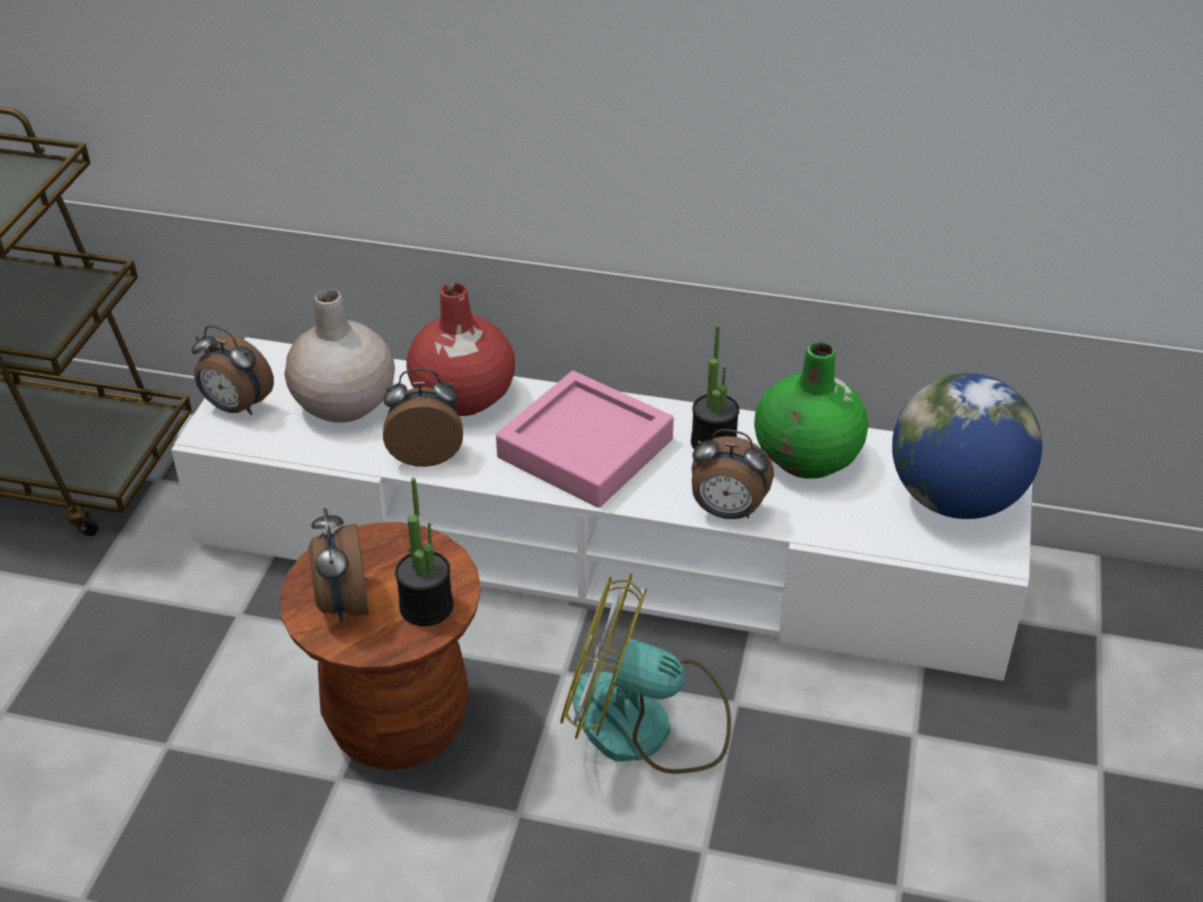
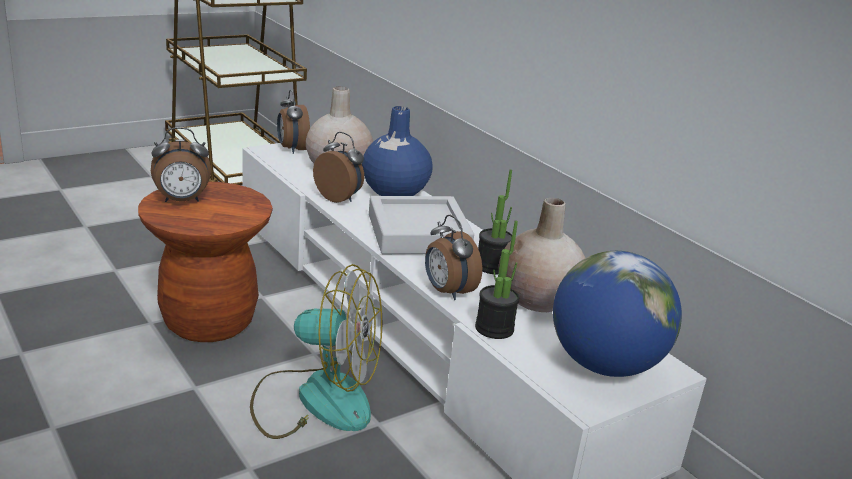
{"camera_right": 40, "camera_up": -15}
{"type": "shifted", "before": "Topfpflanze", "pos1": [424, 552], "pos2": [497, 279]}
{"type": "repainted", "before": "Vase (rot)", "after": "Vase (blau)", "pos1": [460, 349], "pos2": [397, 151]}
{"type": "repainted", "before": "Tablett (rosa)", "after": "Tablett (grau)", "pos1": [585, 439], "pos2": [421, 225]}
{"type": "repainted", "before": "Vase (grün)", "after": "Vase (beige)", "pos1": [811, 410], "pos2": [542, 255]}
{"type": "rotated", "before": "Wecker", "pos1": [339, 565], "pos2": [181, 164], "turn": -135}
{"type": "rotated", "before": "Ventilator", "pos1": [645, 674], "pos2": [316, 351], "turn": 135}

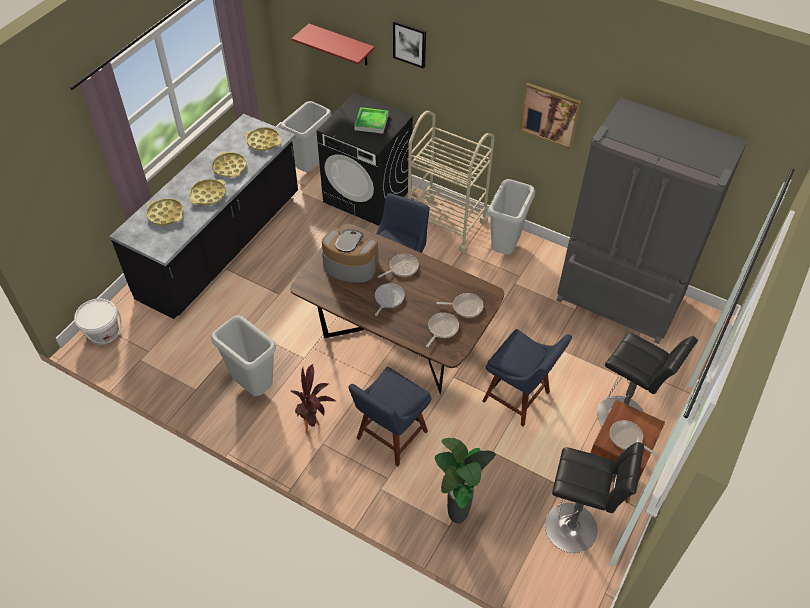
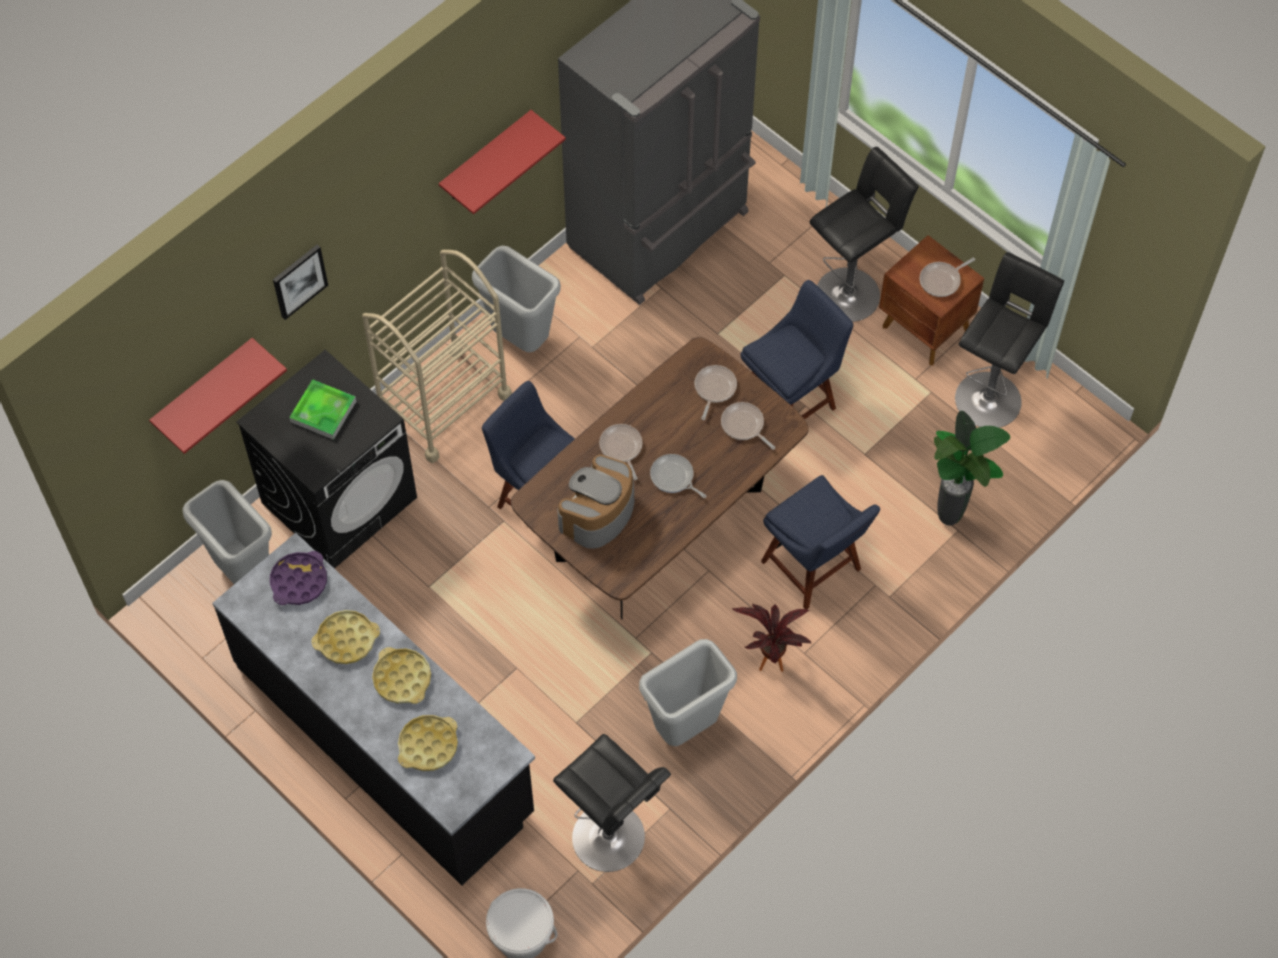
{"camera_right": -75, "camera_up": 10}
{"type": "new", "after": "Hocker (schwarz)", "pos2": [612, 803]}
{"type": "swapped", "before": "Bild", "after": "Wandregal (rot)", "pos1": [550, 116], "pos2": [502, 162]}
{"type": "repainted", "before": "Tablett (gelb)", "after": "Tablett (lila)", "pos1": [263, 139], "pos2": [298, 578]}

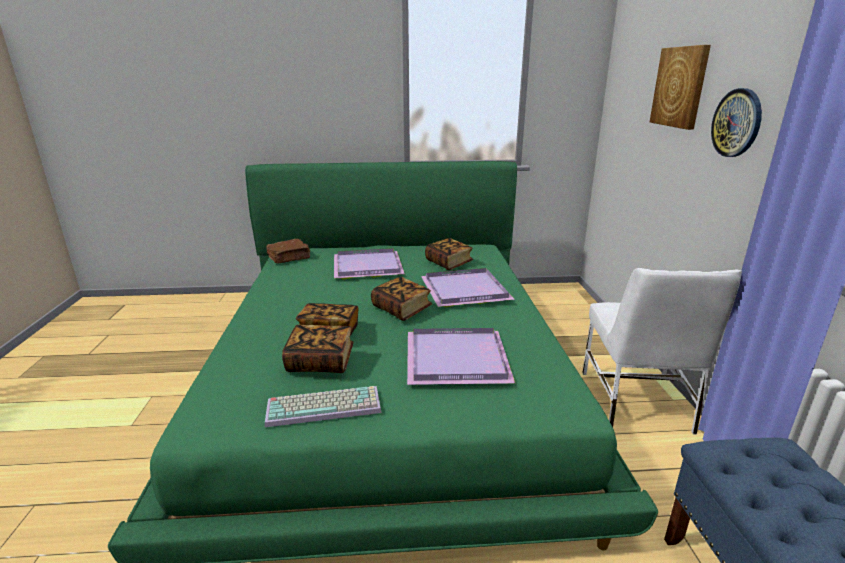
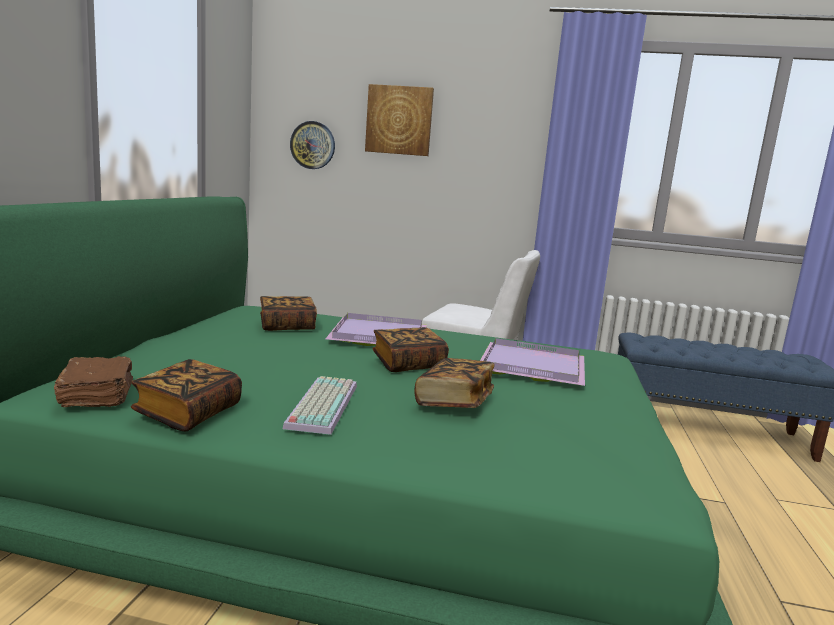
{"camera_right": -75, "camera_up": -10}
{"type": "gone", "before": "Tablett (lila)", "pos1": [369, 264]}
{"type": "shifted", "before": "Tastatur", "pos1": [323, 406], "pos2": [320, 405]}
{"type": "shifted", "before": "Buch", "pos1": [317, 349], "pos2": [186, 395]}
{"type": "shifted", "before": "Wanduhr", "pos1": [736, 122], "pos2": [312, 145]}

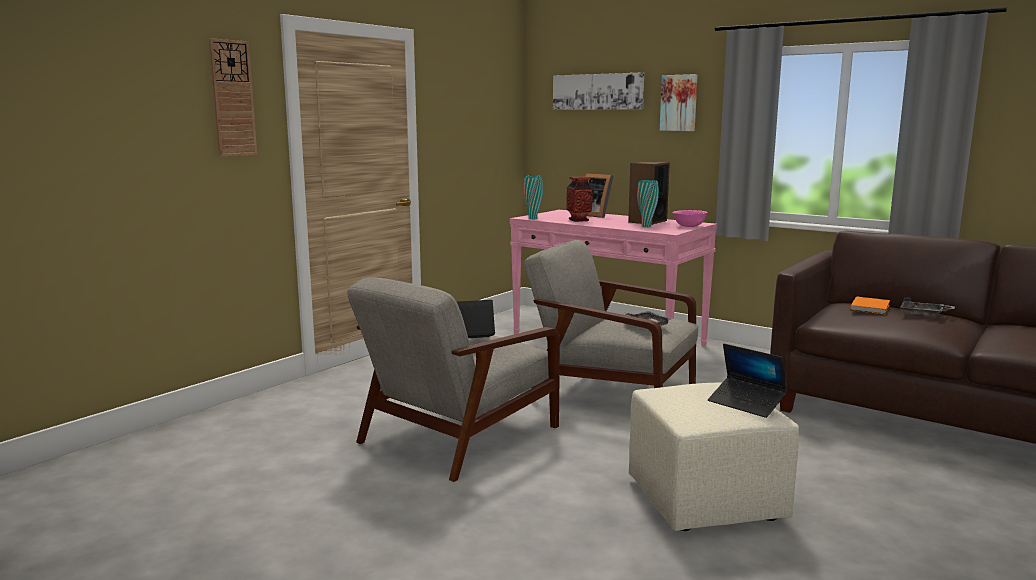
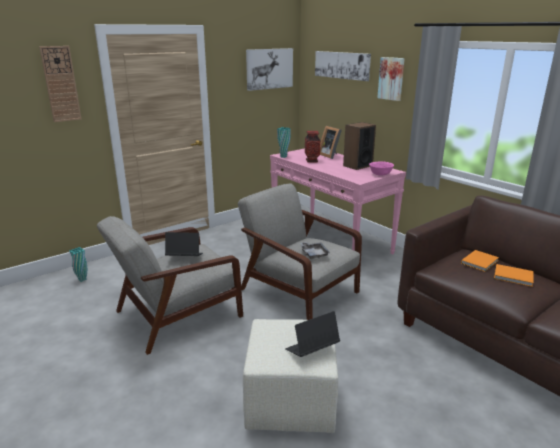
{"camera_right": 15, "camera_up": 10}
{"type": "new", "after": "Bild", "pos2": [269, 69]}
{"type": "shifted", "before": "Vase (türkis)", "pos1": [648, 203], "pos2": [78, 264]}
{"type": "swapped", "before": "Tablett (grau)", "after": "Buch (orange)", "pos1": [927, 307], "pos2": [513, 275]}
{"type": "rotated", "before": "Laptop", "pos1": [747, 381], "pos2": [312, 334], "turn": 90}

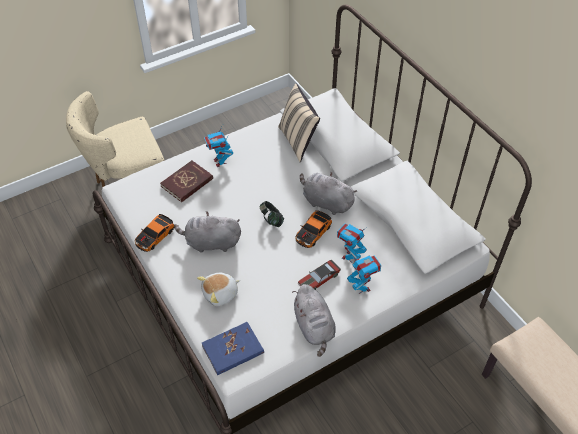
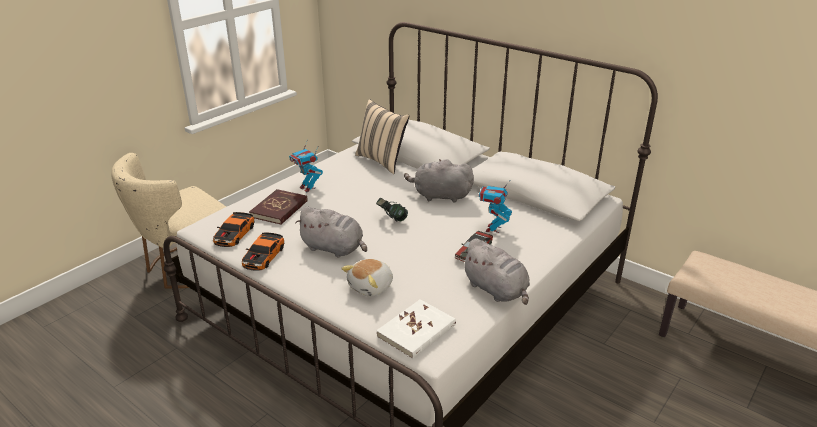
{"camera_right": -20, "camera_up": -20}
{"type": "gone", "before": "Spielzeugroboter", "pos1": [364, 274]}
{"type": "shifted", "before": "Spielzeugauto", "pos1": [313, 229], "pos2": [234, 229]}
{"type": "repainted", "before": "Buch (blau)", "after": "Buch (weiß)", "pos1": [233, 348], "pos2": [416, 329]}
{"type": "rotated", "before": "Plüschtier (grau)", "pos1": [207, 232], "pos2": [331, 232], "turn": -135}

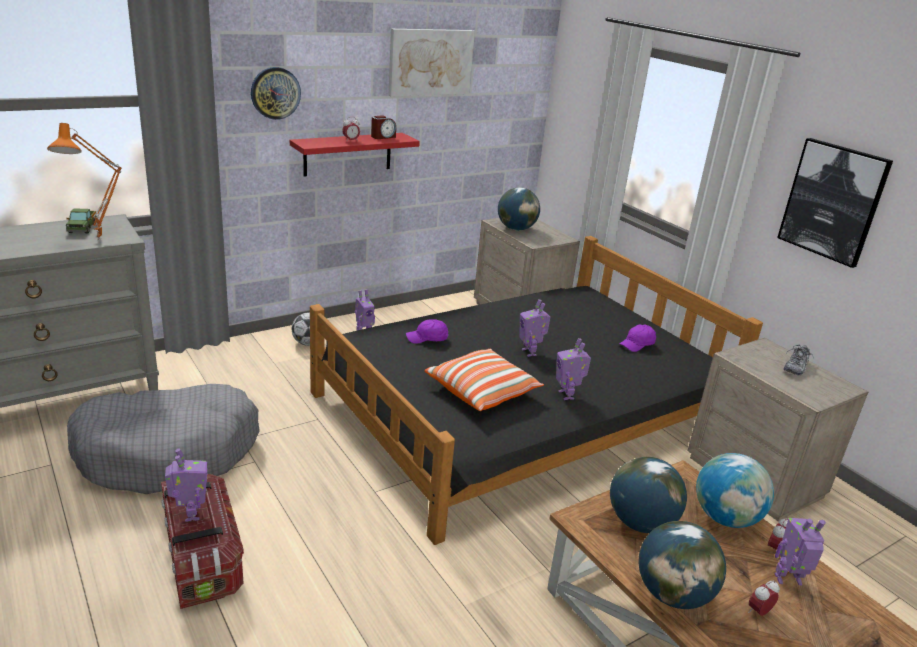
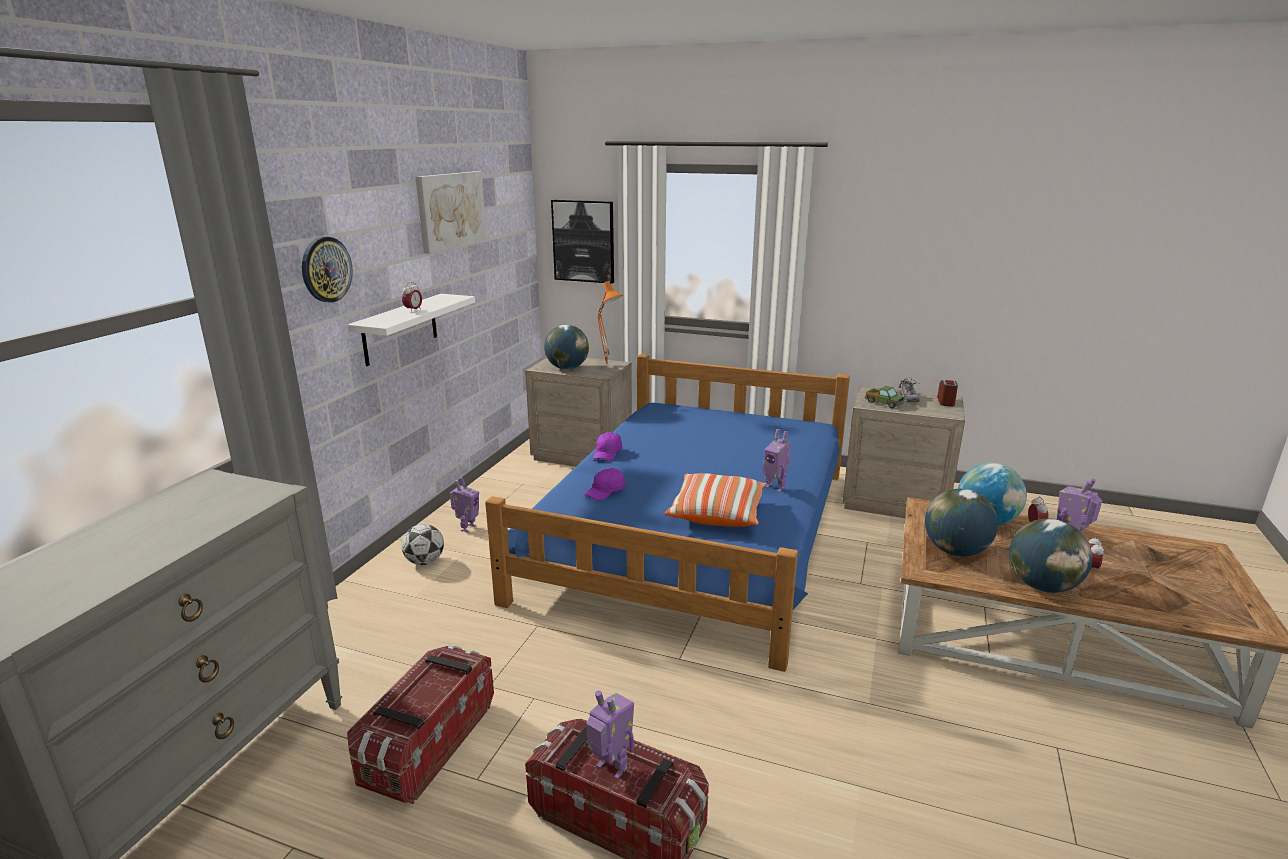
{"camera_right": -35, "camera_up": -5}
{"type": "gone", "before": "Spielzeugroboter", "pos1": [534, 328]}
{"type": "shifted", "before": "Tischlampe (orange)", "pos1": [84, 181], "pos2": [610, 323]}
{"type": "shifted", "before": "Spielzeuglaster", "pos1": [81, 221], "pos2": [885, 397]}
{"type": "shifted", "before": "Wecker", "pos1": [383, 127], "pos2": [947, 393]}
{"type": "shifted", "before": "Kappe (lila)", "pos1": [637, 338], "pos2": [607, 446]}
{"type": "shifted", "before": "Bild", "pos1": [835, 203], "pos2": [582, 242]}
{"type": "swapped", "before": "Hundebett (grau)", "after": "Aufbewahrungsbox", "pos1": [163, 439], "pos2": [420, 724]}
{"type": "repainted", "before": "Wandregal (rot)", "after": "Wandregal (weiß)", "pos1": [355, 155], "pos2": [411, 330]}
{"type": "repainted", "before": "Bett (schwarz)", "after": "Bett (blau)", "pos1": [536, 390], "pos2": [667, 513]}

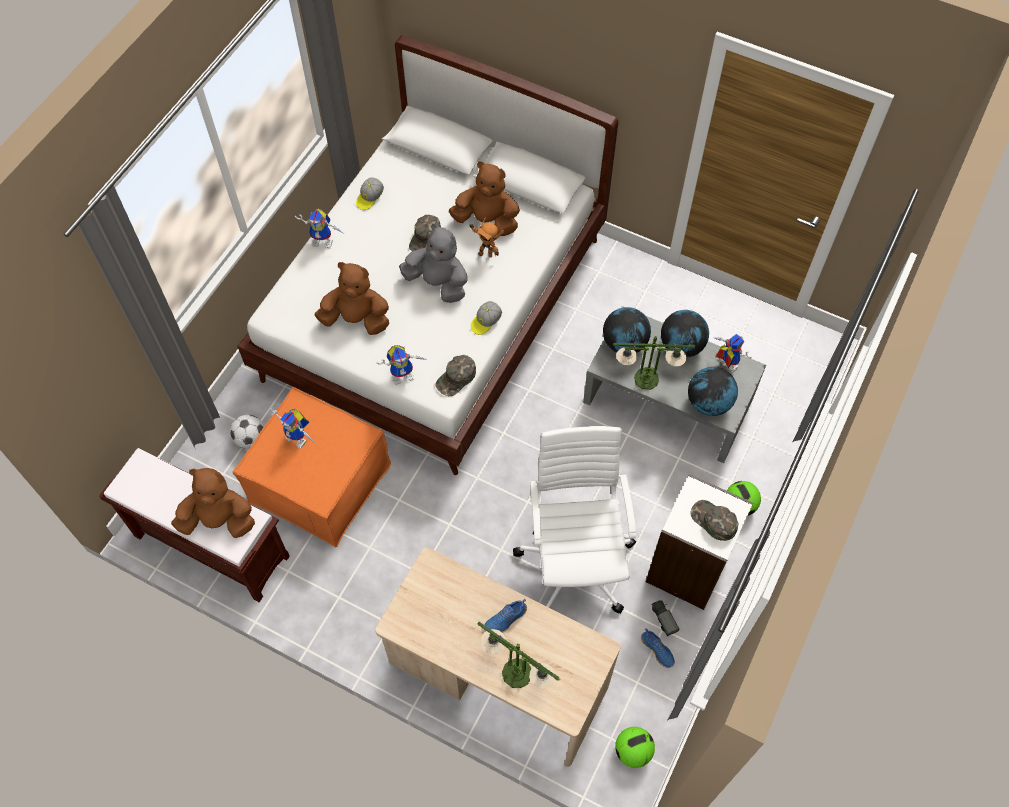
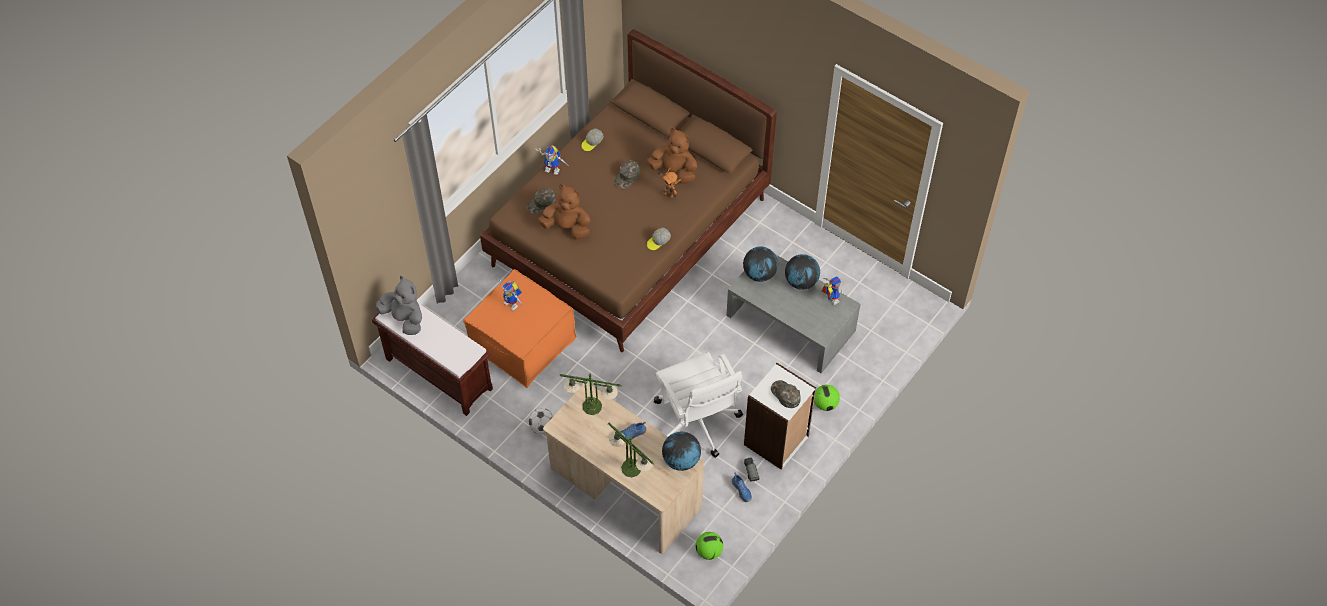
{"camera_right": 10, "camera_up": -5}
{"type": "gone", "before": "Plüschtier (braun)", "pos1": [213, 503]}
{"type": "gone", "before": "Spielzeugroboter", "pos1": [401, 365]}
{"type": "shifted", "before": "Fußball", "pos1": [247, 431], "pos2": [540, 421]}
{"type": "shifted", "before": "Plüschtier (grau)", "pos1": [433, 263], "pos2": [399, 305]}
{"type": "shifted", "before": "Kappe (grün)", "pos1": [455, 375], "pos2": [541, 201]}
{"type": "shifted", "before": "Tischlampe", "pos1": [654, 363], "pos2": [591, 394]}
{"type": "shifted", "before": "Globus", "pos1": [713, 391], "pos2": [681, 451]}
{"type": "repainted", "before": "Bett (weiß)", "after": "Bett (braun)", "pos1": [427, 255], "pos2": [628, 190]}
{"type": "rotated", "before": "Bürostuhl (weiß)", "pos1": [574, 520], "pos2": [698, 405], "turn": 150}

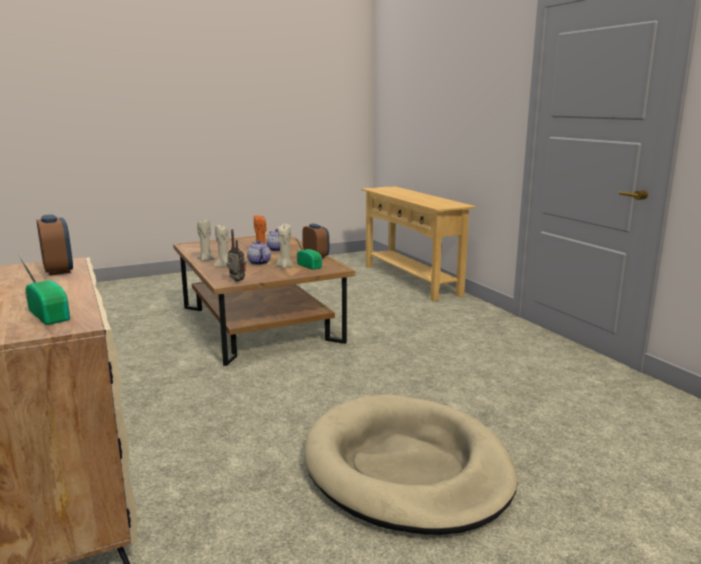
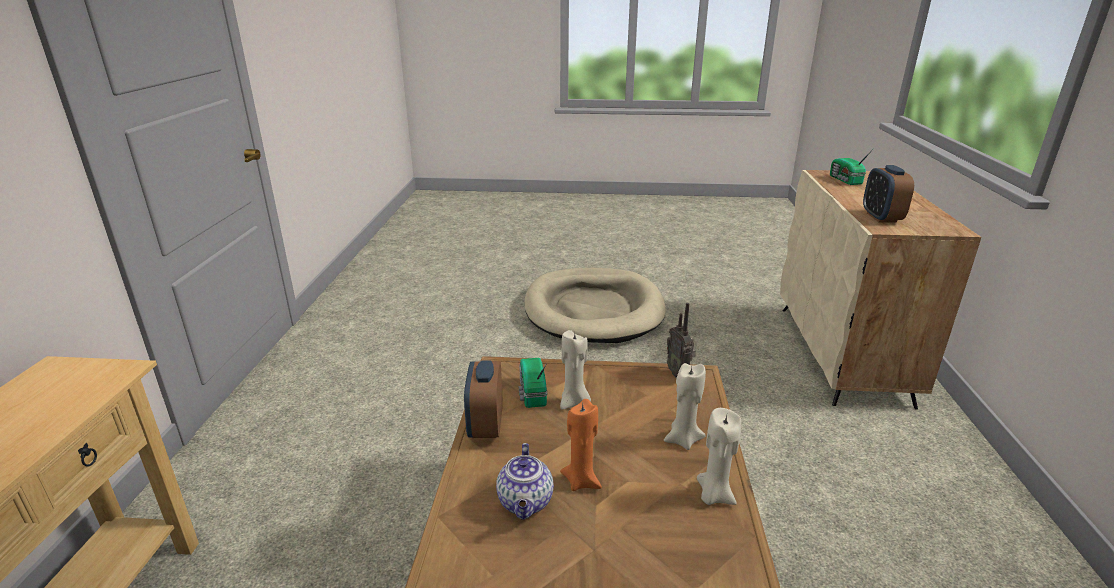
{"camera_right": -150, "camera_up": 10}
{"type": "gone", "before": "Teekanne", "pos1": [259, 252]}

